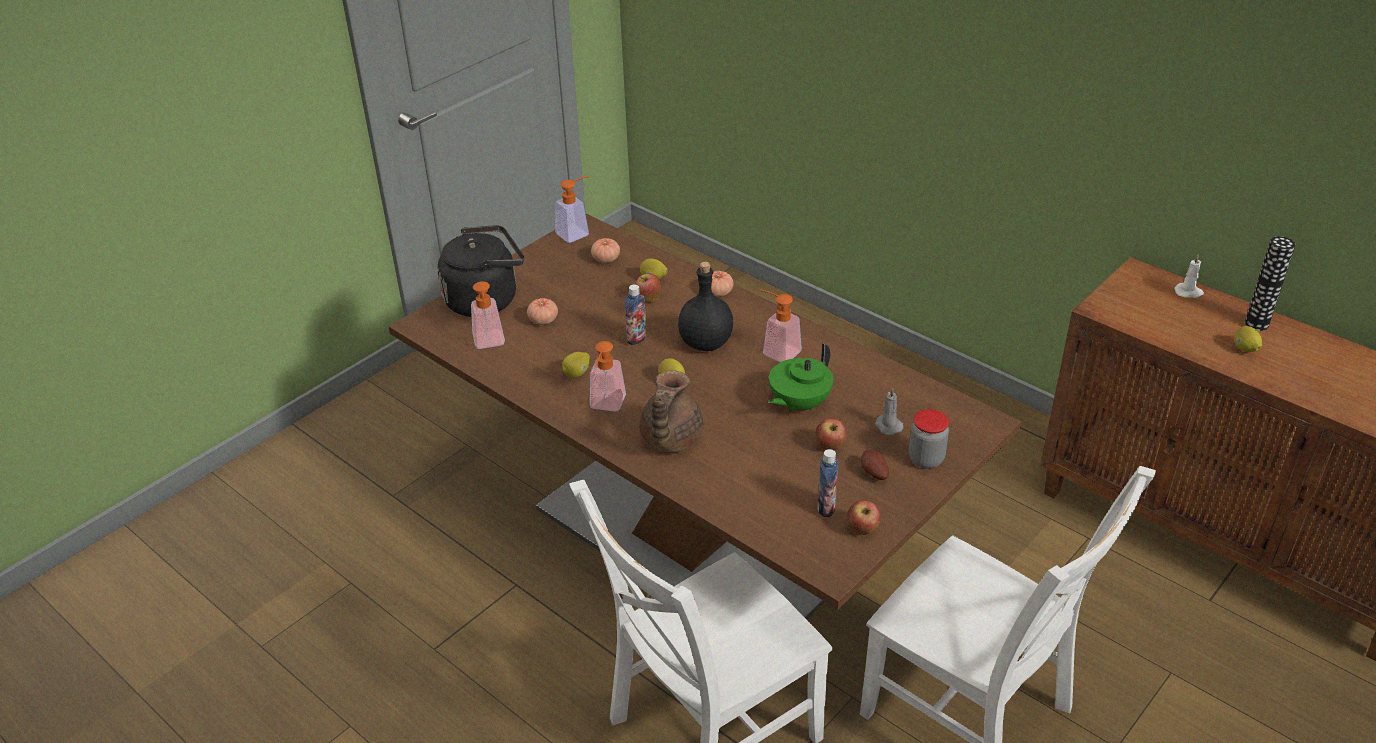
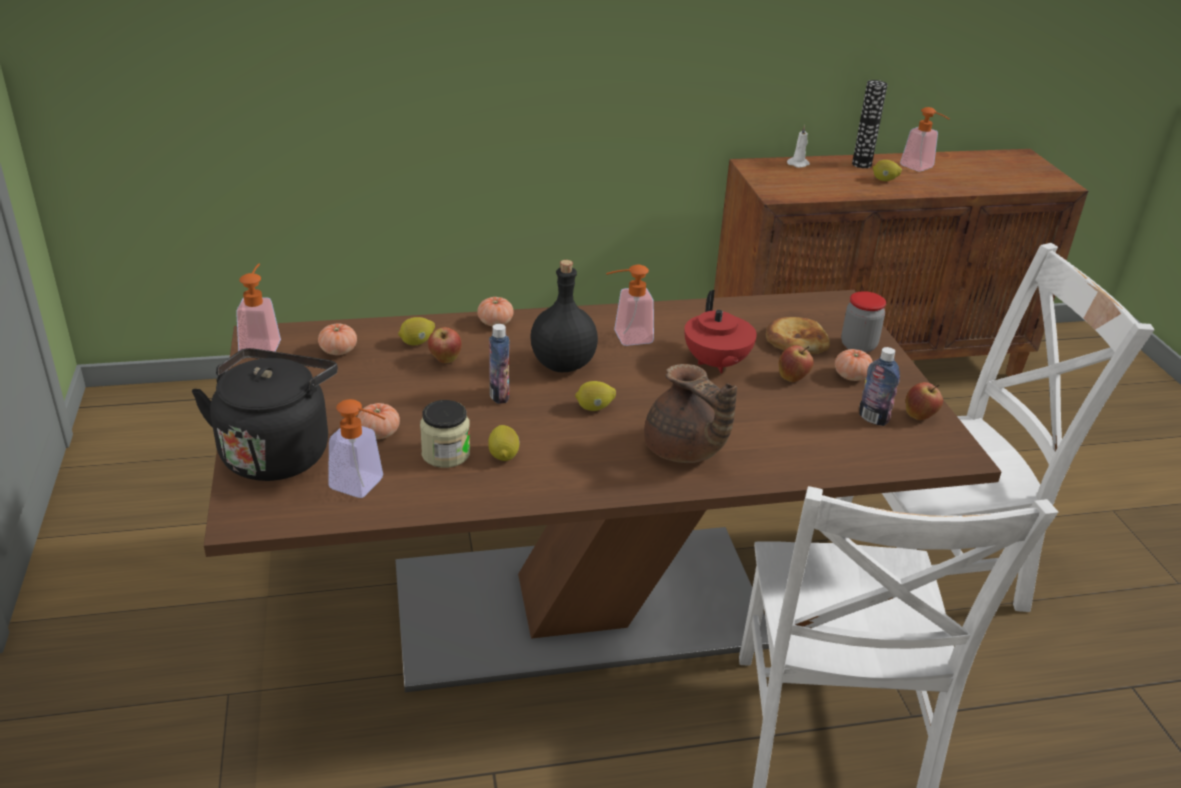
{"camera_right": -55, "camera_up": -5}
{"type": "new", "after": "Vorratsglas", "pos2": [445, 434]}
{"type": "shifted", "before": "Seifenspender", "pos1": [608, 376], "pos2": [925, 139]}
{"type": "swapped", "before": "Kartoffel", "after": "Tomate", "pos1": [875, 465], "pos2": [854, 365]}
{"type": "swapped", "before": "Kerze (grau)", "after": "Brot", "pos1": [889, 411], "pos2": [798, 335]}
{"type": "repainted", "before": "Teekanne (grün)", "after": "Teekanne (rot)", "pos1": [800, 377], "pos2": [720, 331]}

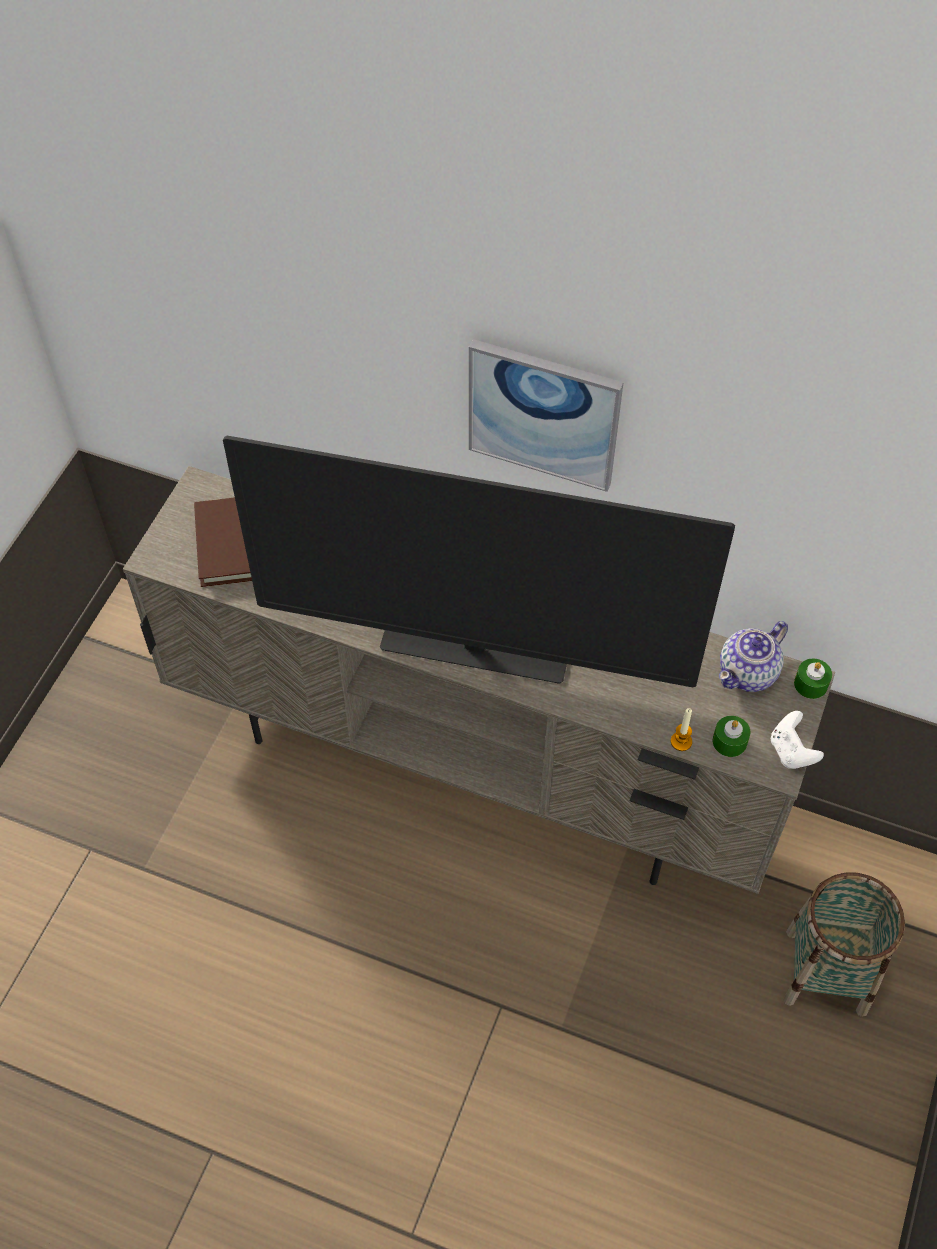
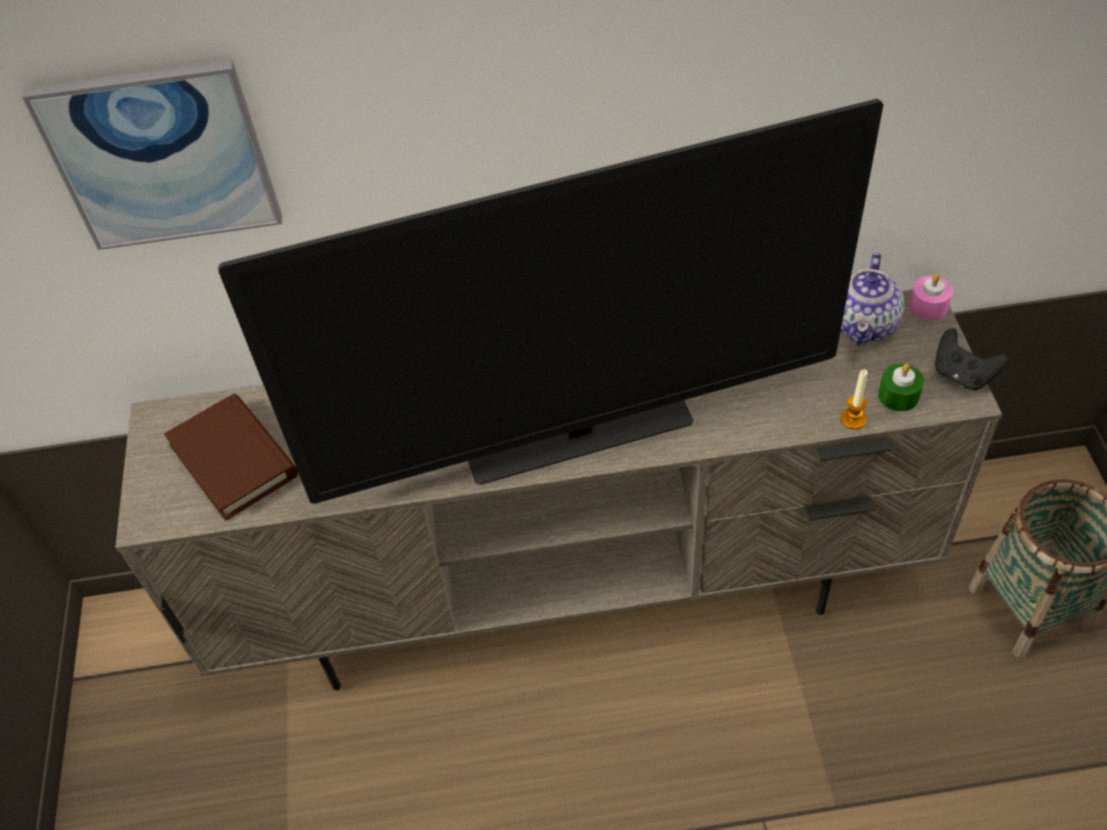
{"camera_right": -25, "camera_up": -5}
{"type": "shifted", "before": "Bild", "pos1": [546, 415], "pos2": [152, 155]}
{"type": "repainted", "before": "Gamepad (weiß)", "after": "Gamepad (schwarz)", "pos1": [797, 740], "pos2": [971, 359]}
{"type": "repainted", "before": "Kerze (grün)", "after": "Kerze (rosa)", "pos1": [813, 678], "pos2": [931, 297]}

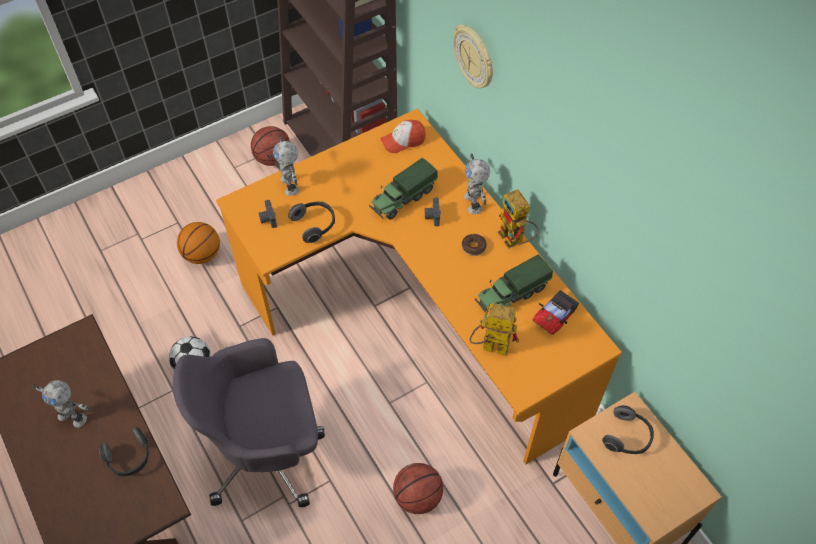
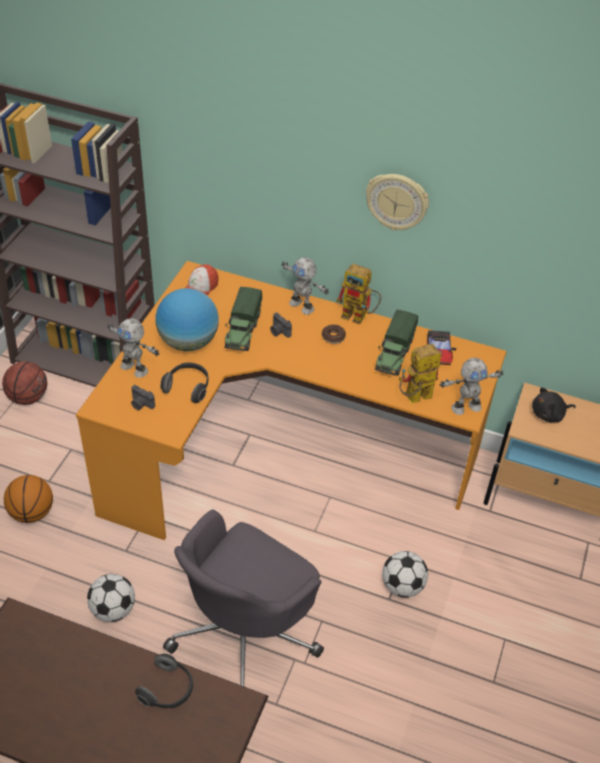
{"camera_right": -40, "camera_up": -10}
{"type": "new", "after": "Globus", "pos2": [187, 319]}
{"type": "shifted", "before": "Spielzeugroboter", "pos1": [61, 404], "pos2": [471, 386]}
{"type": "shifted", "before": "Wanduhr", "pos1": [473, 56], "pos2": [397, 202]}
{"type": "swapped", "before": "Basketball", "after": "Fußball", "pos1": [418, 488], "pos2": [405, 574]}
{"type": "swapped", "before": "Kopfhörer", "after": "Plüschtier (schwarz)", "pos1": [628, 429], "pos2": [554, 404]}

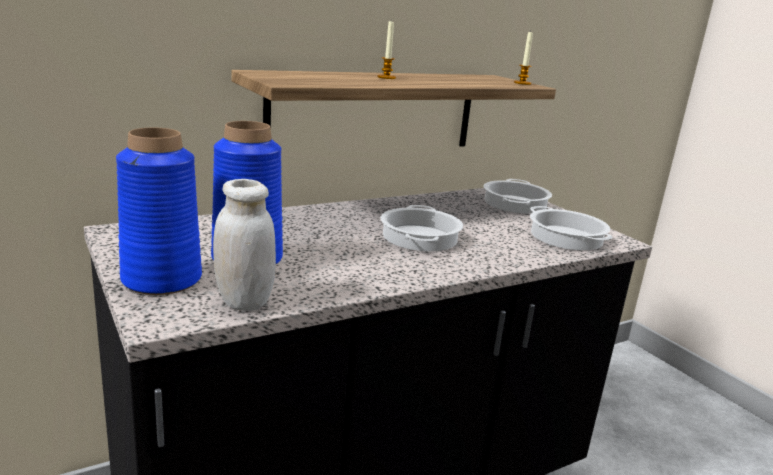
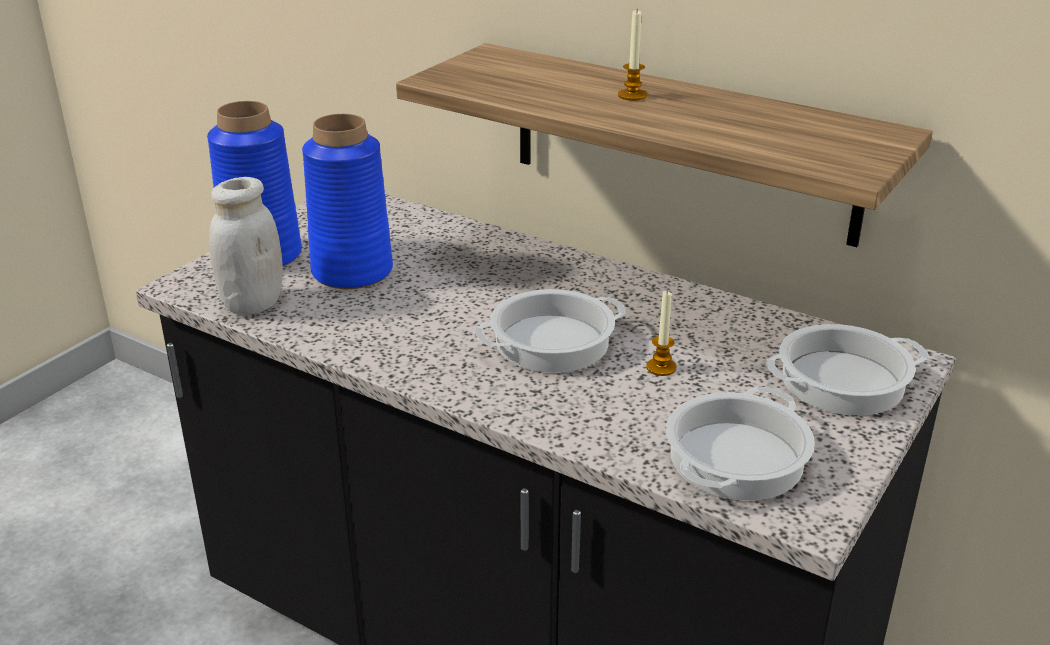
{"camera_right": 65, "camera_up": 10}
{"type": "shifted", "before": "Kerze", "pos1": [523, 58], "pos2": [661, 333]}

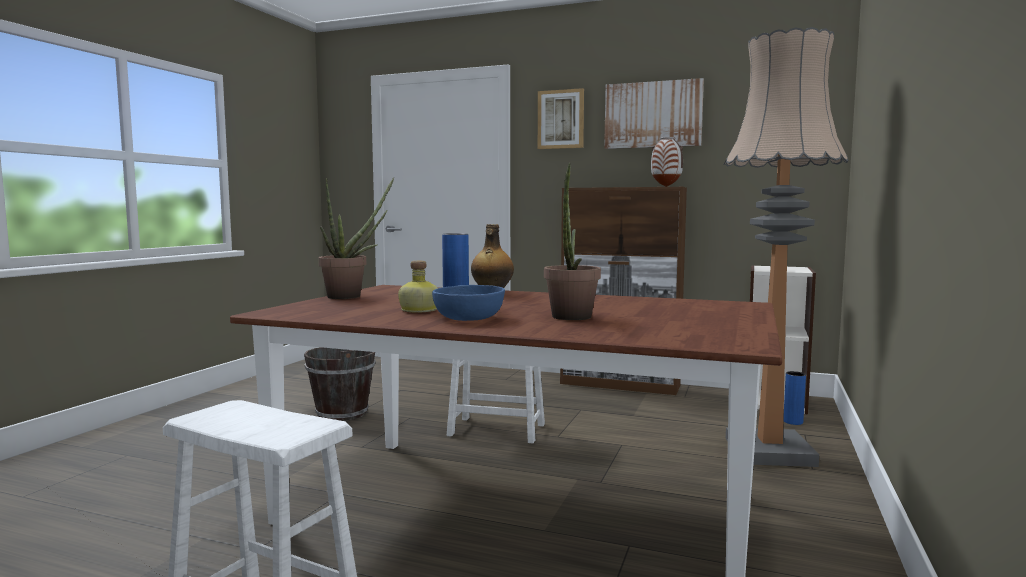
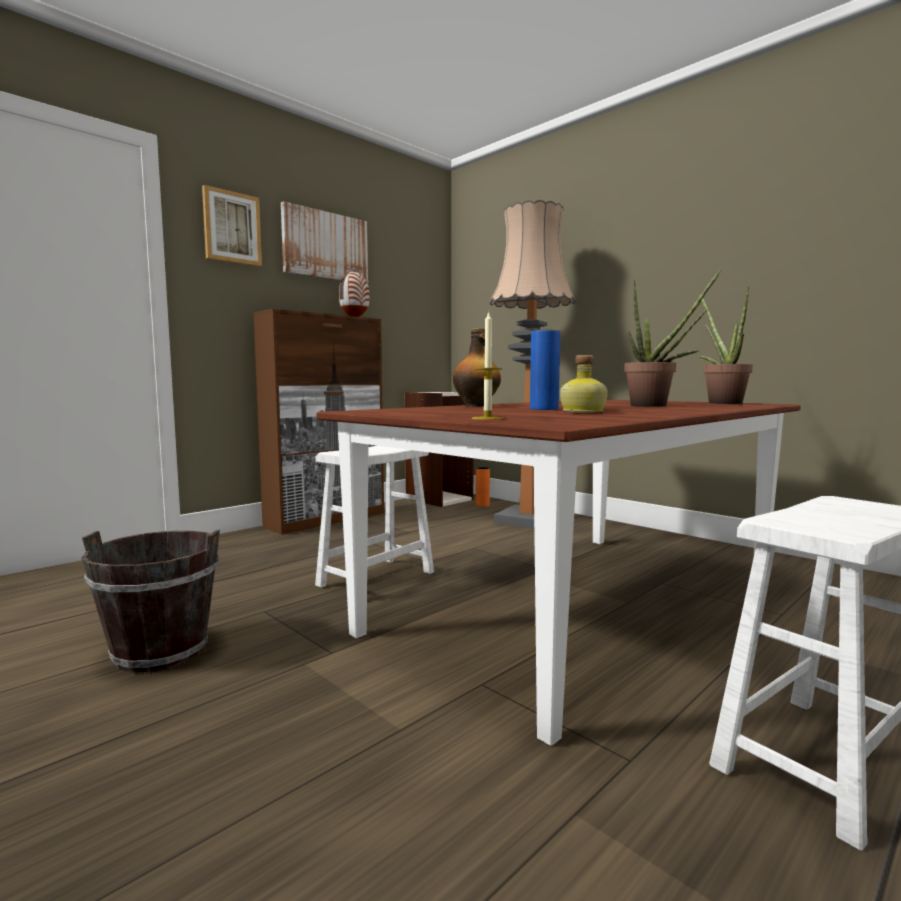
{"camera_right": -65, "camera_up": 0}
{"type": "gone", "before": "Schüssel (blau)", "pos1": [468, 303]}
{"type": "new", "after": "Kerze", "pos2": [488, 365]}
{"type": "shifted", "before": "Topfpflanze", "pos1": [356, 238], "pos2": [725, 345]}
{"type": "repainted", "before": "Vase (blau)", "after": "Vase (orange)", "pos1": [794, 398], "pos2": [483, 487]}

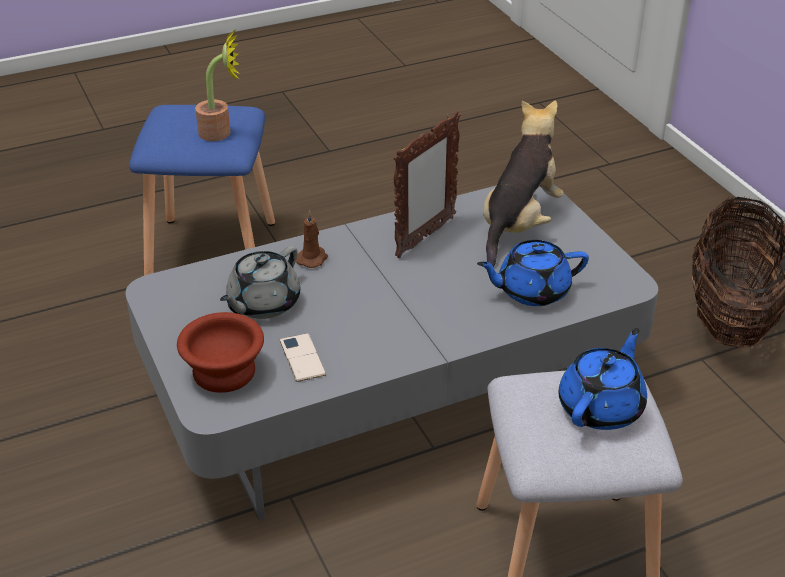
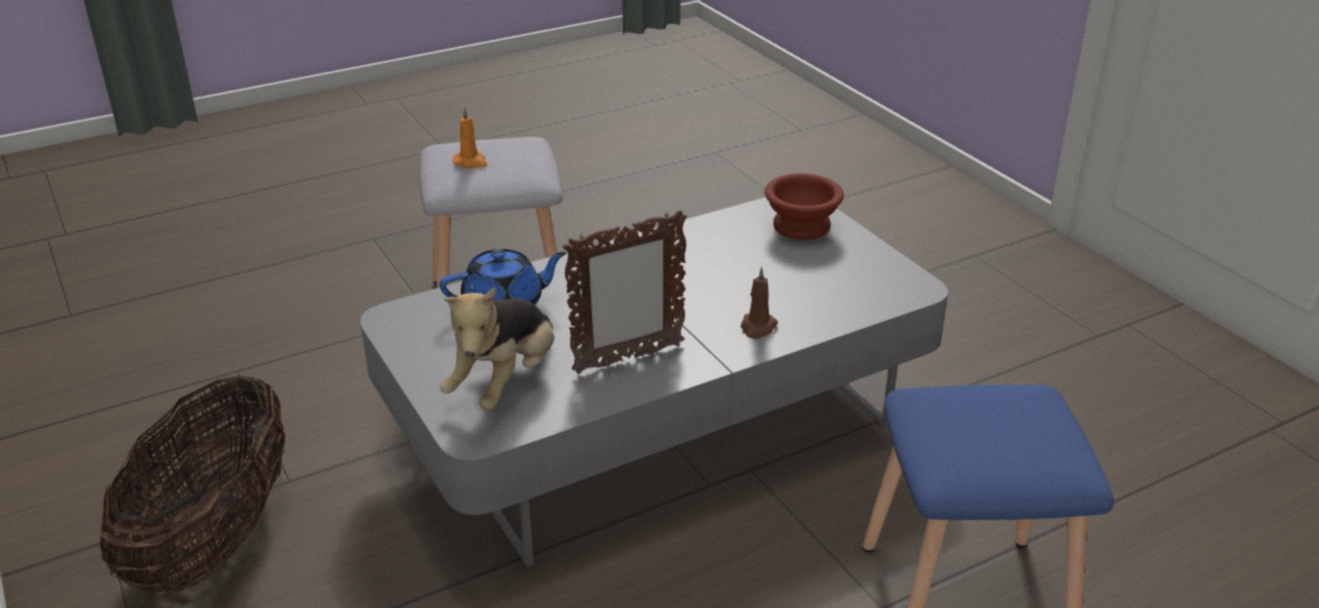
{"camera_right": 175, "camera_up": -5}
{"type": "gone", "before": "Topfpflanze", "pos1": [217, 85]}
{"type": "gone", "before": "Teekanne (grau)", "pos1": [260, 282]}
{"type": "gone", "before": "Handy", "pos1": [303, 357]}
{"type": "swapped", "before": "Teekanne (blau)", "after": "Kerze (orange)", "pos1": [603, 379], "pos2": [470, 137]}
{"type": "rotated", "before": "Bilderrahmen", "pos1": [426, 184], "pos2": [625, 292], "turn": -150}

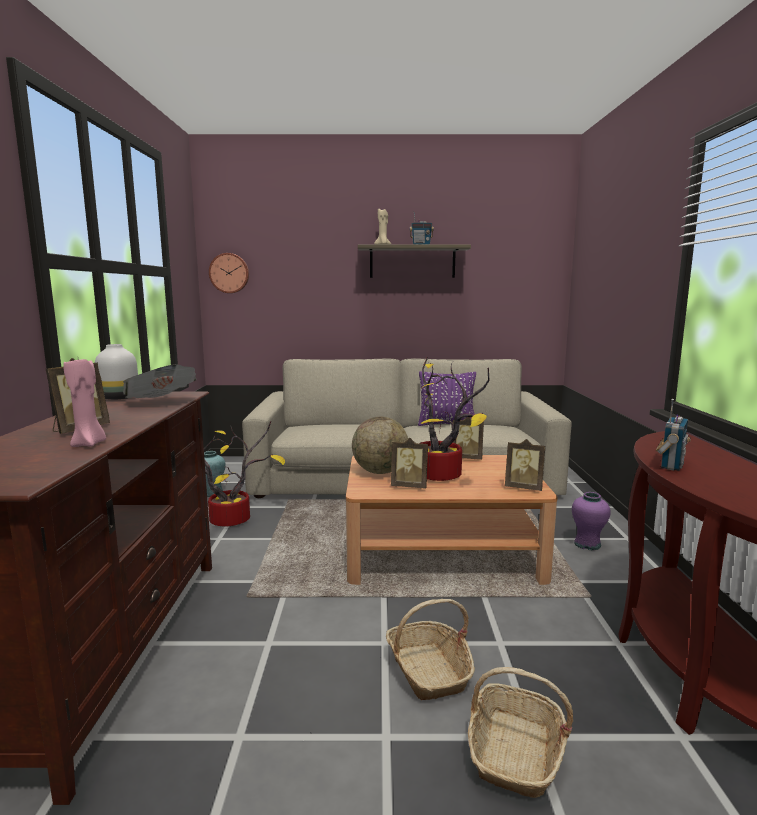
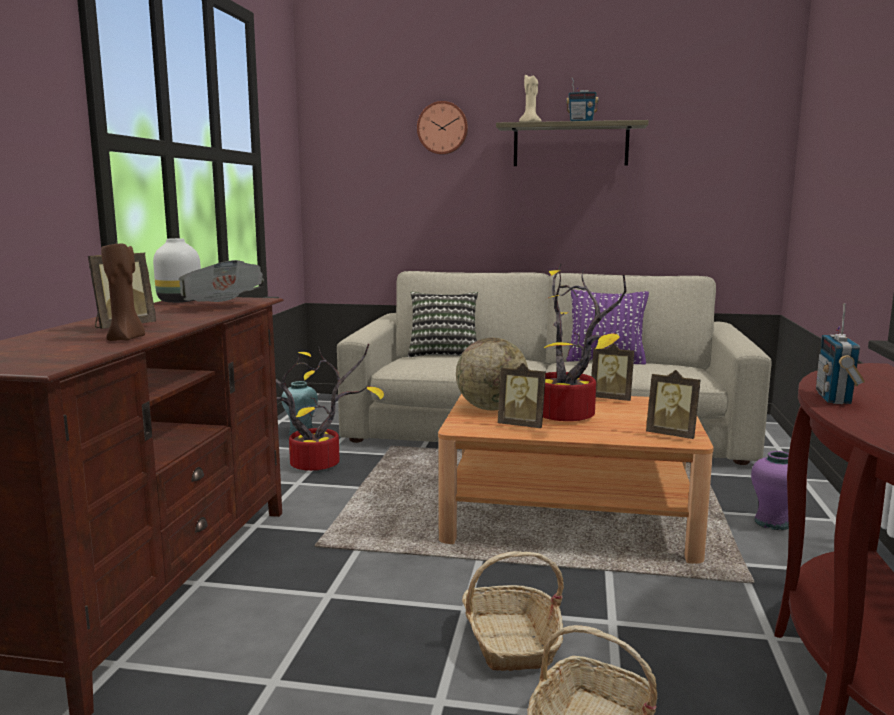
{"camera_right": 10, "camera_up": 0}
{"type": "new", "after": "Kissen", "pos2": [443, 324]}
{"type": "shifted", "before": "Wanduhr", "pos1": [229, 273], "pos2": [442, 128]}
{"type": "repainted", "before": "Kerze (rosa)", "after": "Kerze (braun)", "pos1": [84, 403], "pos2": [123, 290]}
{"type": "rotated", "before": "Radio", "pos1": [673, 435], "pos2": [840, 353], "turn": 150}

